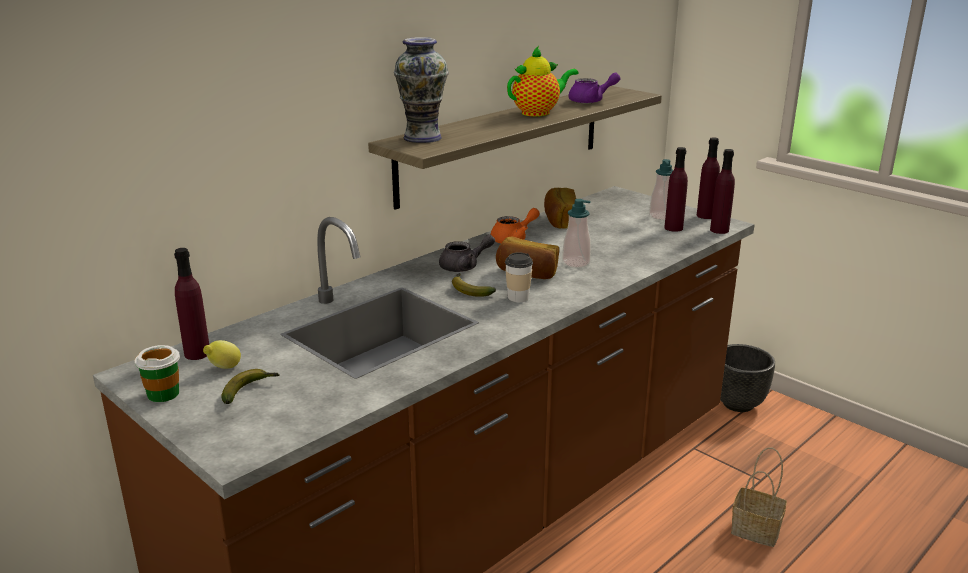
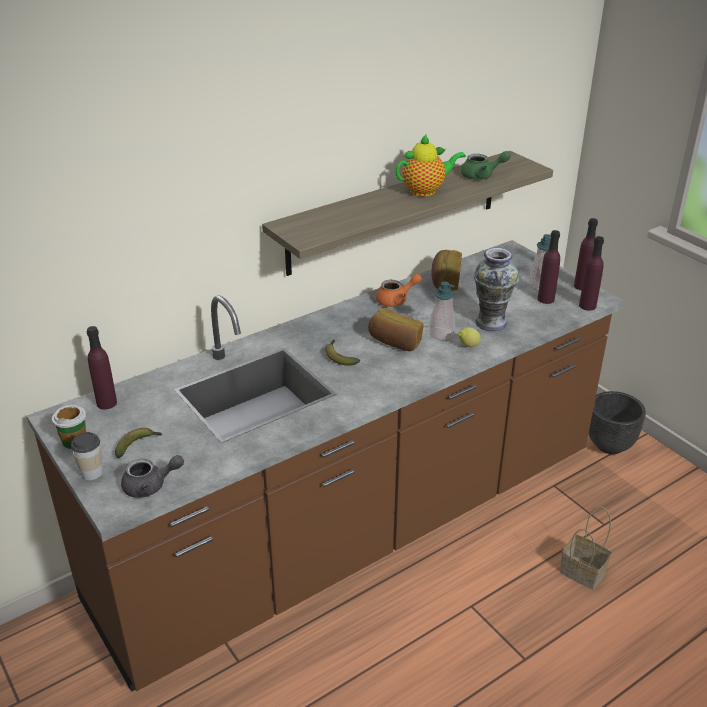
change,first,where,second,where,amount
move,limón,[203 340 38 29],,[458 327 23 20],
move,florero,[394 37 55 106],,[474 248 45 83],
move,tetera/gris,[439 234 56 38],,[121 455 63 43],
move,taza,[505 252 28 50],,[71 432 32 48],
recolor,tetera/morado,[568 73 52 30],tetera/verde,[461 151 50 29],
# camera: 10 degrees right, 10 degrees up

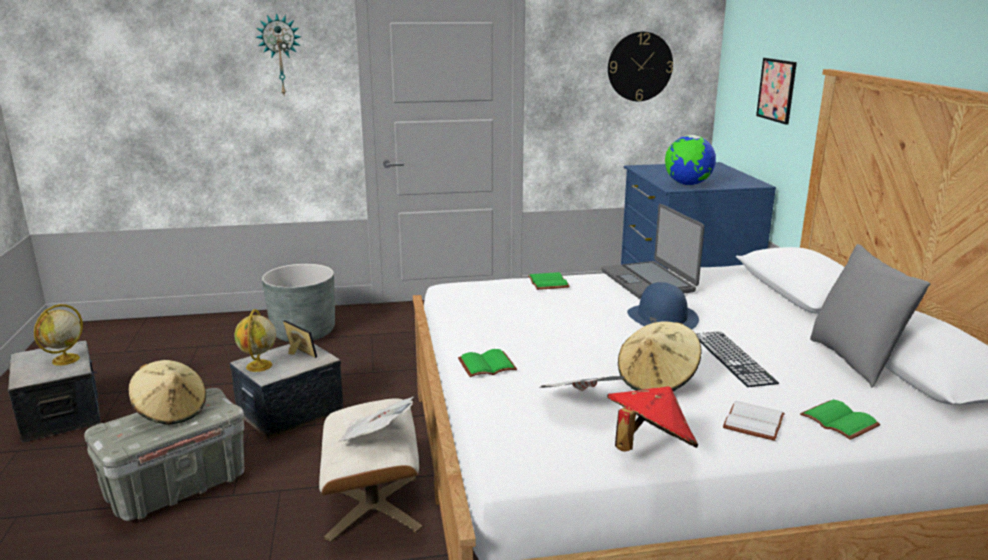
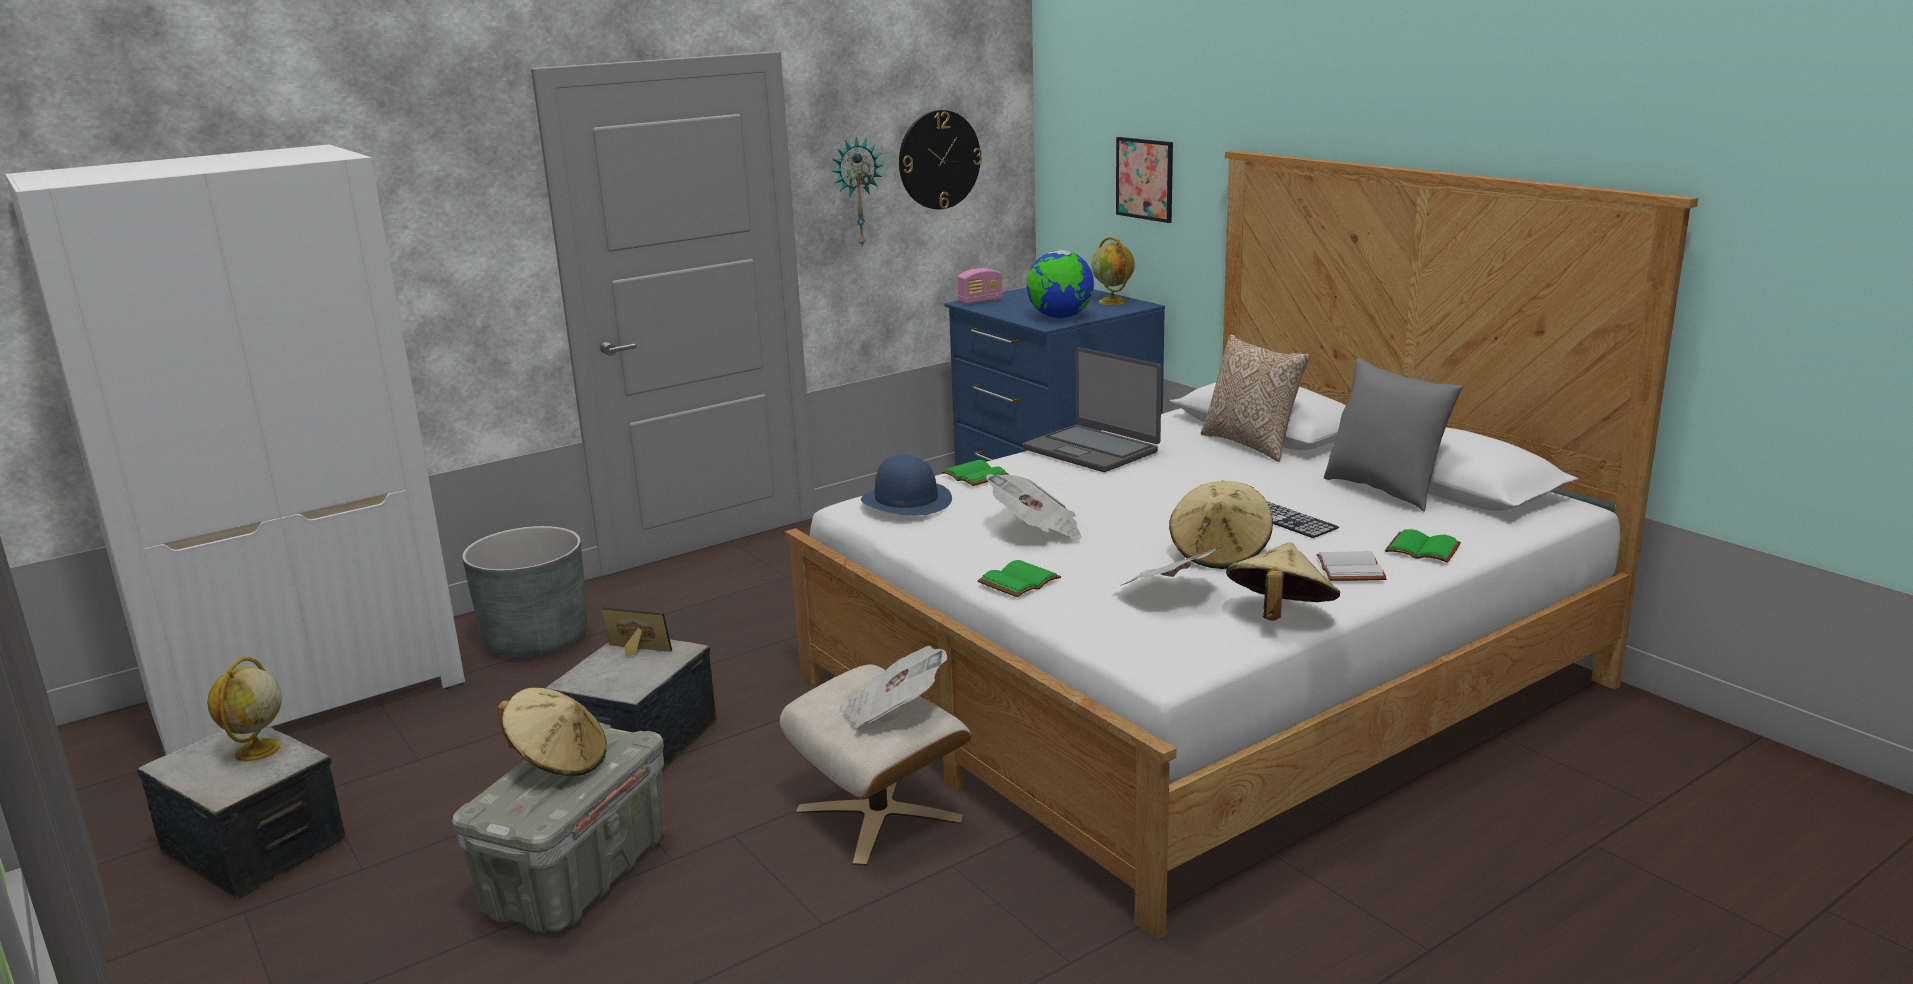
change,first,where,second,where,amount
insert,,,armario ropero/blanco,[5 145 460 610],
insert,,,radio,[957 268 46 37],
insert,,,periódico,[986 474 95 65],
insert,,,cojín,[1201 334 110 128],
move,globo terráqueo,[234 309 42 63],,[1091 237 44 68],
move,reloj de pared,[256 13 45 82],,[831 137 52 111],
move,sombrero/azul,[627 282 72 47],,[861 455 91 61],
recolor,sombrero/rojo,[607 387 91 65],sombrero/beis,[1226 542 114 79],
# camera: 25 degrees left, 0 degrees up

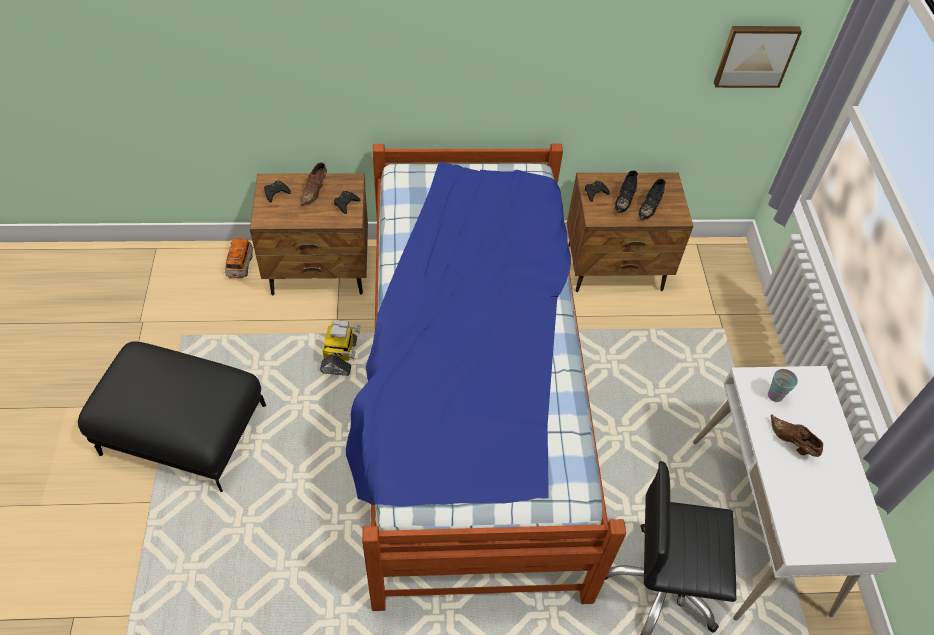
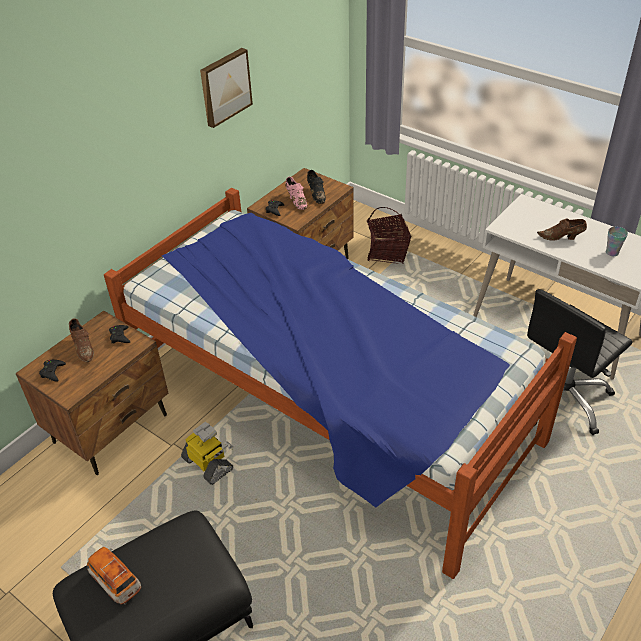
change,first,where,second,where,amount
insert,,,cesta,[367 207 44 57],
move,coche de juguete,[225 238 28 40],,[87 547 54 57],
move,cuadro,[714 26 88 62],,[200 48 53 80],
move,taza,[768 369 30 33],,[606 227 22 29],
recolor,zapato/negro,[615 171 23 42],zapato/rosa,[285 177 22 33],
# camera: 45 degrees left, 10 degrees down

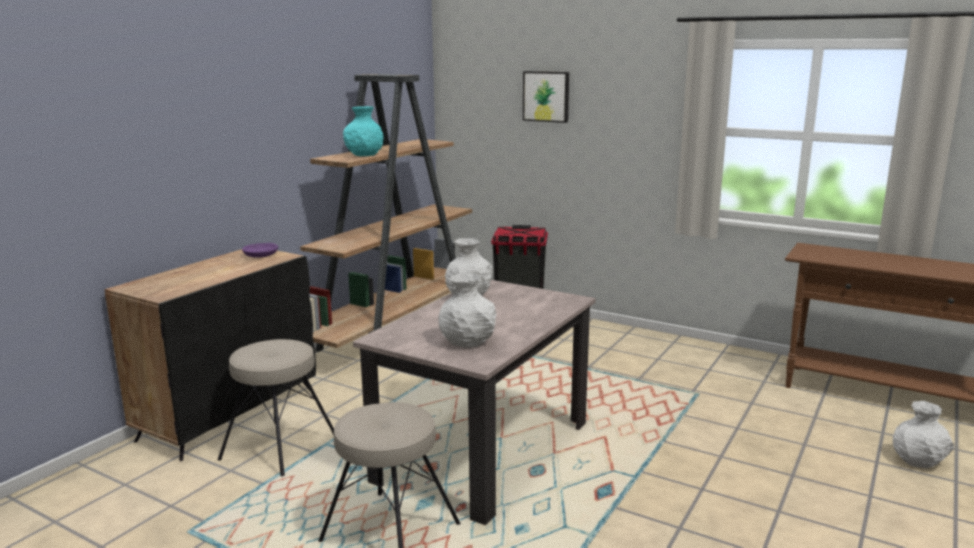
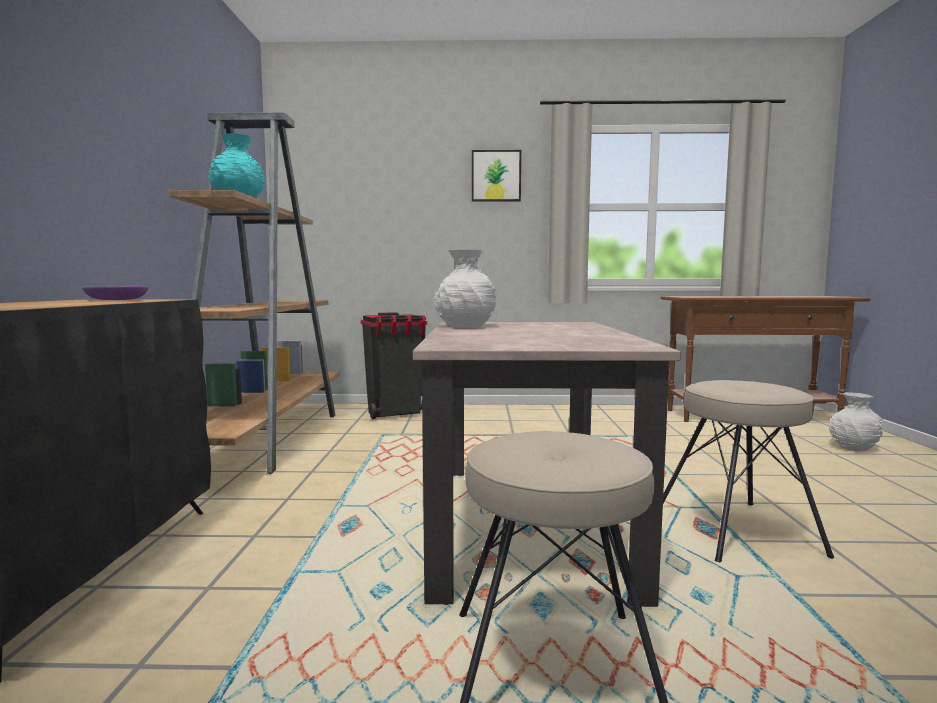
change,first,where,second,where,amount
delete,florero/blanco,[438 273 58 75],,,
move,taburete/beis,[218 339 116 137],,[663 380 171 182],
move,cuadro,[523 71 46 52],,[472 150 49 52],
# camera: 30 degrees left, 10 degrees down

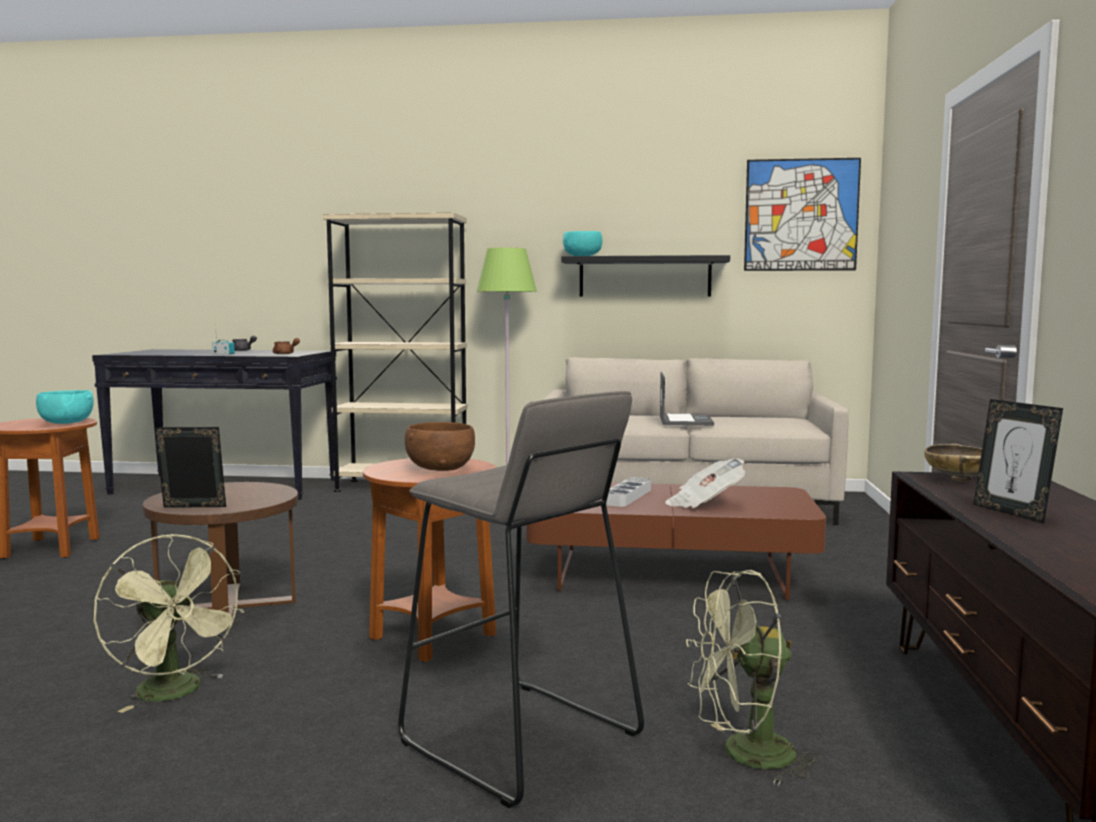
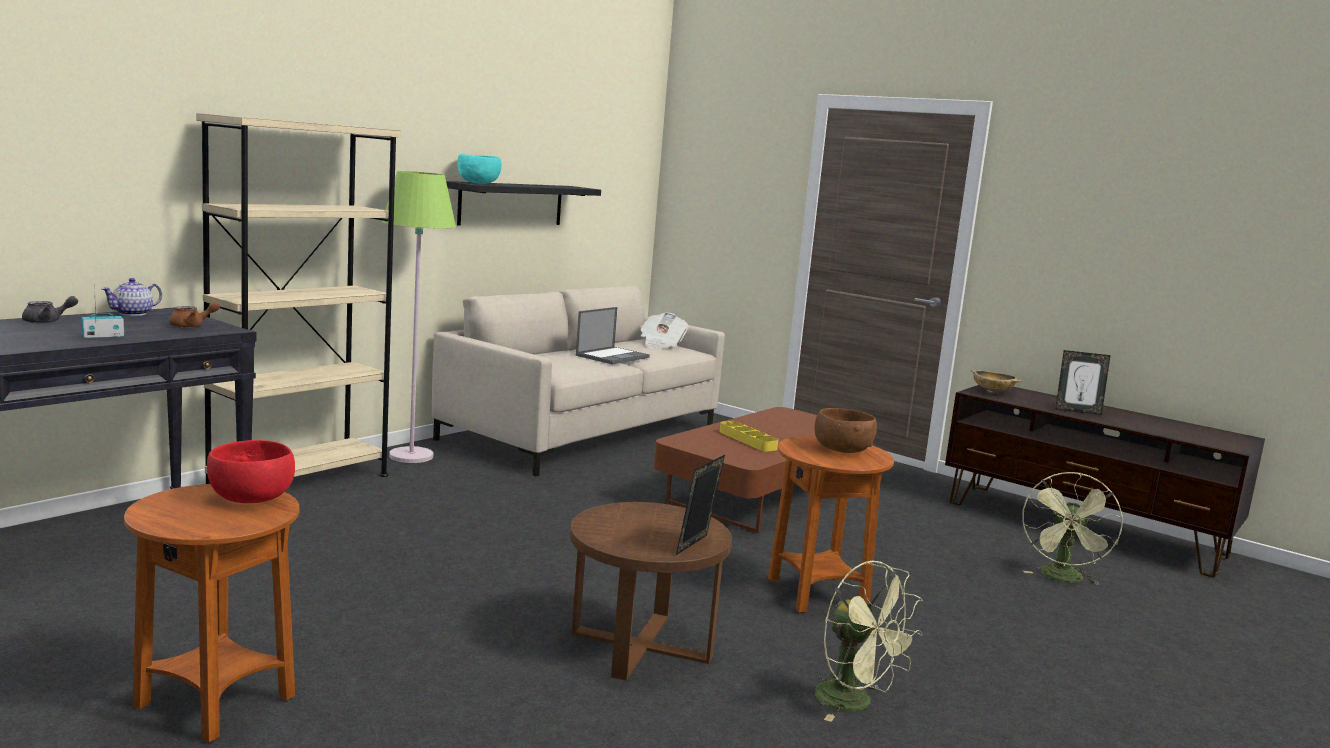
change,first,where,second,where,amount
delete,taburete/gris,[398 391 246 417],,,
delete,cuadro,[744 158 117 113],,,
insert,,,tetera,[102 278 60 38],
move,periódico,[665 458 80 50],,[640 313 49 35],
recolor,cuenco/turquesa,[36 390 58 34],cuenco/rojo,[207 440 88 63],
recolor,bandeja/gris,[606 477 45 30],bandeja/amarillo,[720 421 58 30],
rotate,ventilador/verde,[94 534 150 179],,[815 561 108 161],60 degrees clockwise
rotate,portátil,[660 372 54 54],,[576 307 74 58],90 degrees clockwise
# camera: 60 degrees left, 5 degrees up

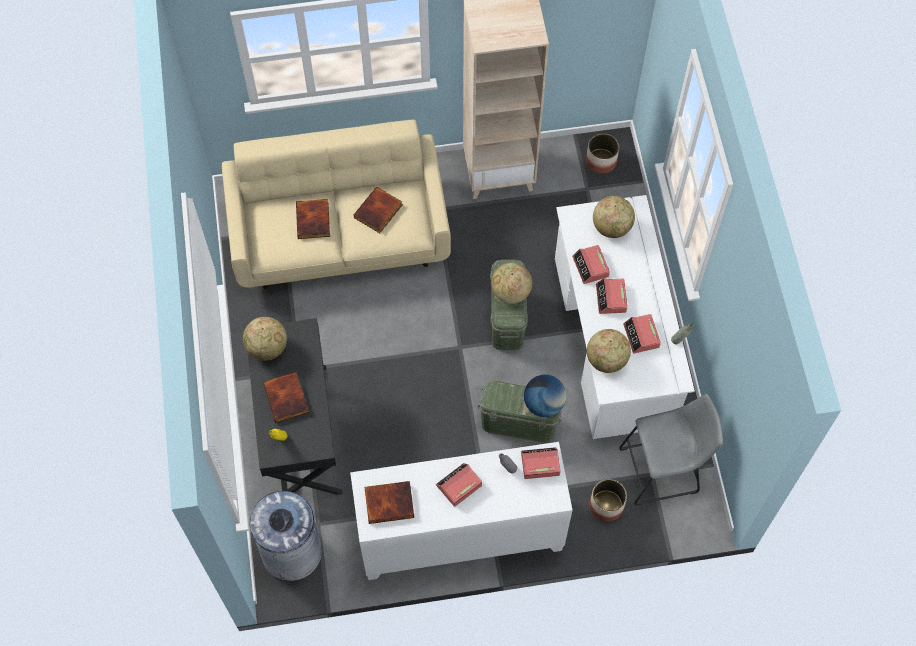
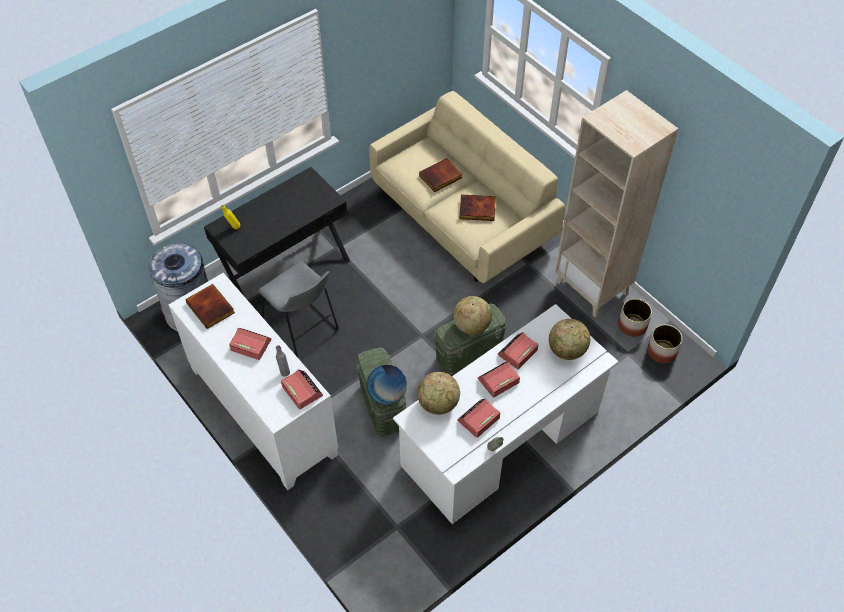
change,first,where,second,where,amount
delete,globo terráqueo,[243 317 44 44],,,
delete,libro,[263 372 46 51],,,
move,maceta,[590 479 37 42],,[618 299 34 38],
move,taburete/gris,[619 394 104 112],,[258 262 80 95],
# camera: 60 degrees right, 10 degrees down

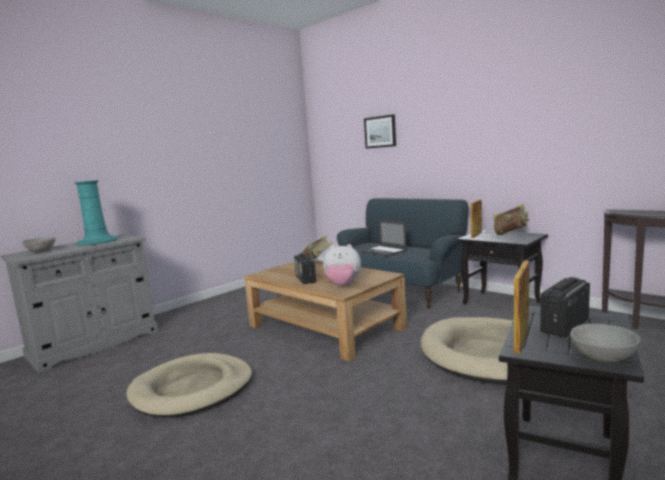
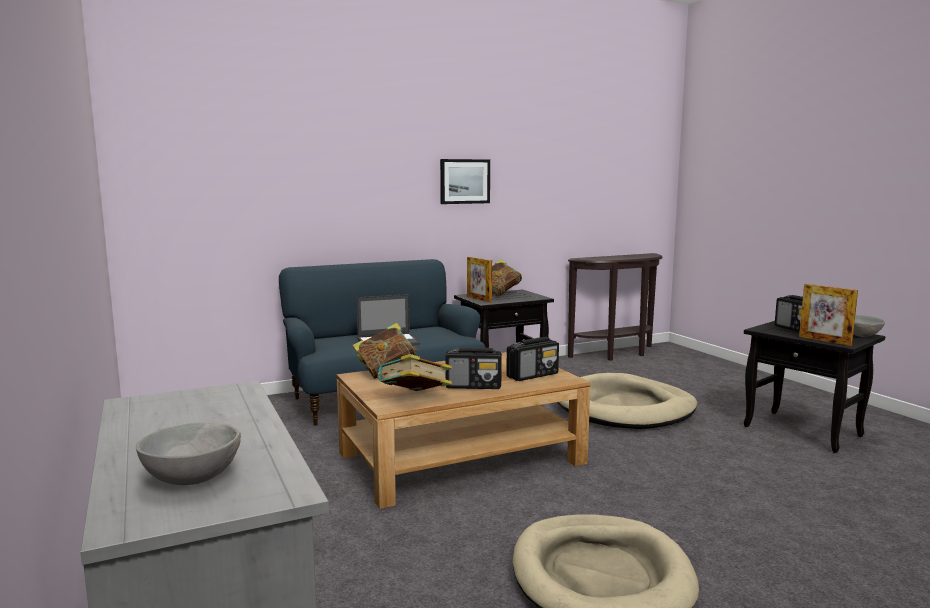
change,first,where,second,where,amount
delete,florero/turquesa,[74 180 44 66],,,
insert,,,libro,[377 354 75 37],
move,cuadro,[364 114 32 35],,[440 159 50 45],
replace,peluche,[323 244 38 41],radio,[506 337 53 44],
# camera: 70 degrees left, 0 degrees up

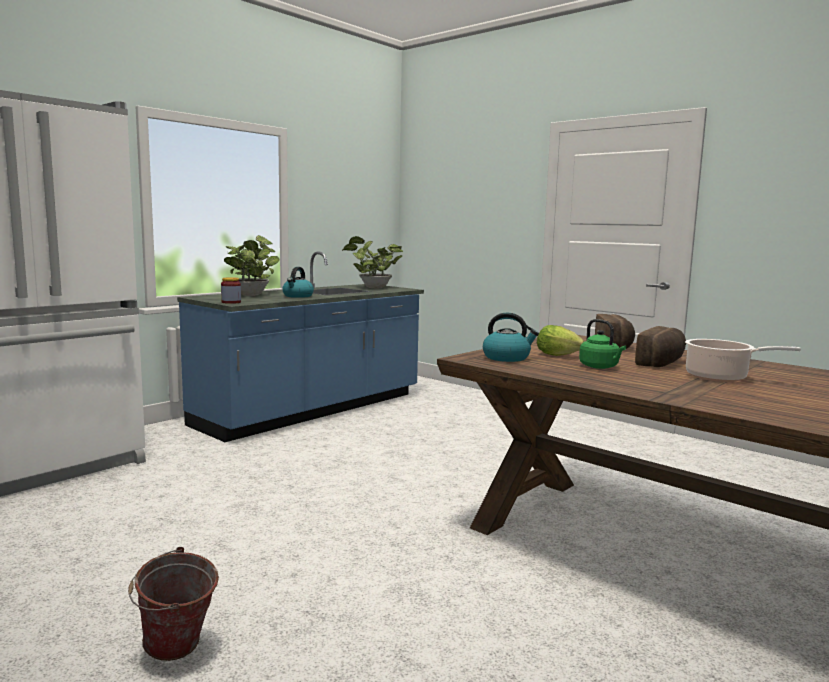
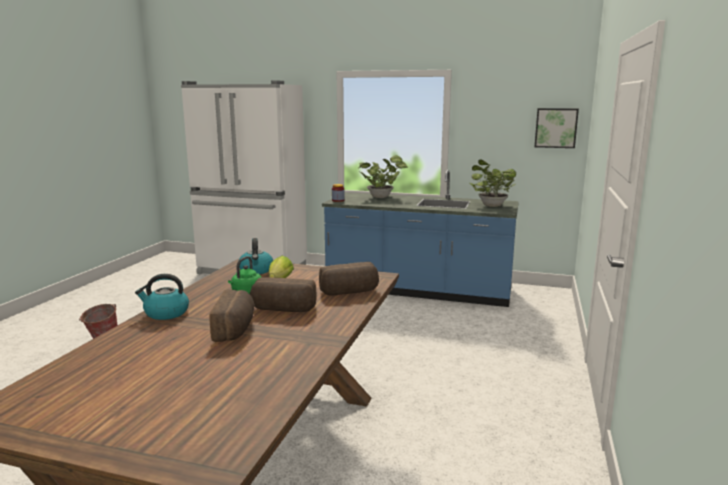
change,first,where,second,where,amount
insert,,,cuadro,[535 108 44 40],
move,hervidor,[282 267 32 31],,[135 274 54 46],
replace,olla,[685 339 116 43],pan,[209 290 46 52],
# camera: 65 degrees right, 5 degrees up

